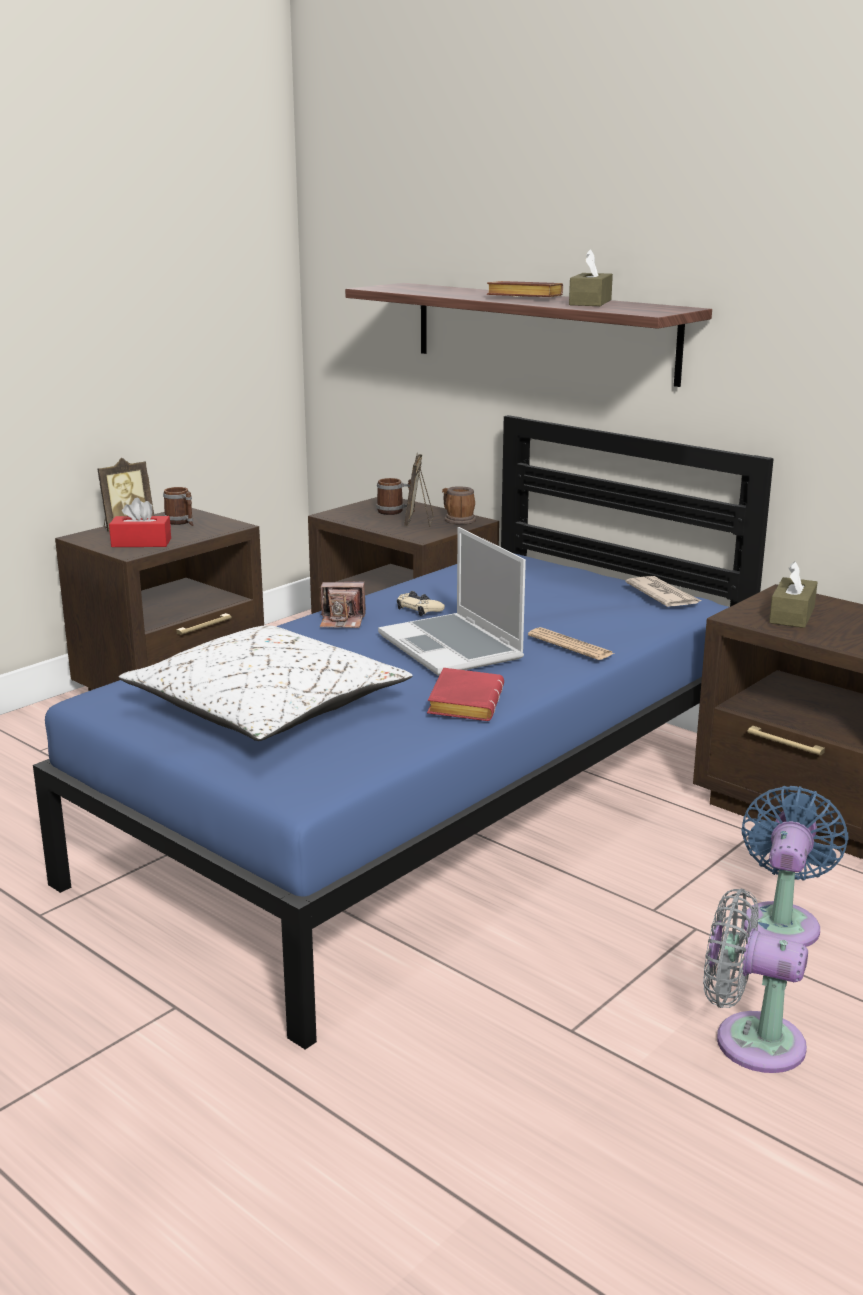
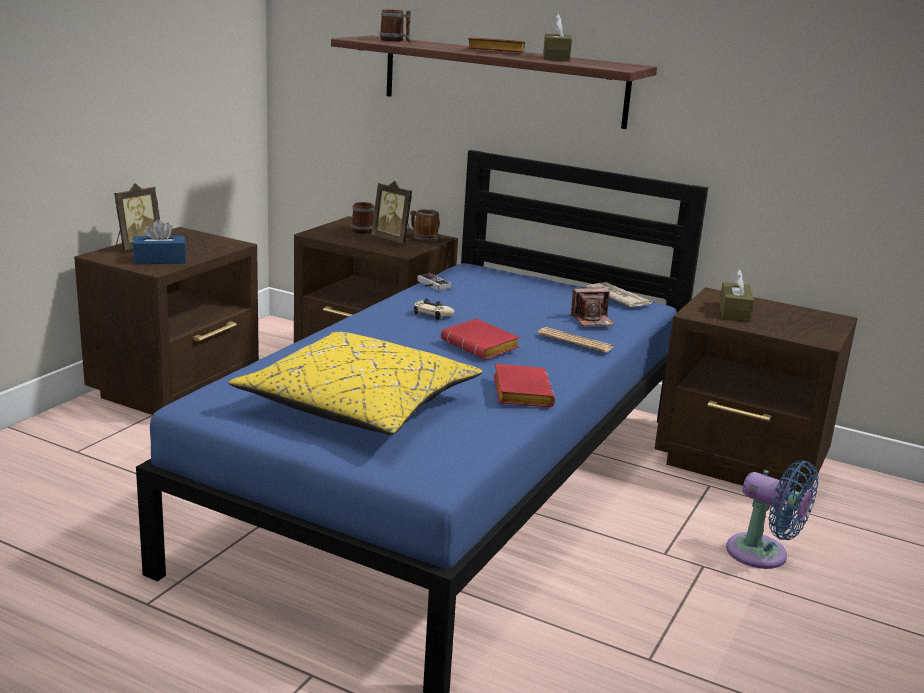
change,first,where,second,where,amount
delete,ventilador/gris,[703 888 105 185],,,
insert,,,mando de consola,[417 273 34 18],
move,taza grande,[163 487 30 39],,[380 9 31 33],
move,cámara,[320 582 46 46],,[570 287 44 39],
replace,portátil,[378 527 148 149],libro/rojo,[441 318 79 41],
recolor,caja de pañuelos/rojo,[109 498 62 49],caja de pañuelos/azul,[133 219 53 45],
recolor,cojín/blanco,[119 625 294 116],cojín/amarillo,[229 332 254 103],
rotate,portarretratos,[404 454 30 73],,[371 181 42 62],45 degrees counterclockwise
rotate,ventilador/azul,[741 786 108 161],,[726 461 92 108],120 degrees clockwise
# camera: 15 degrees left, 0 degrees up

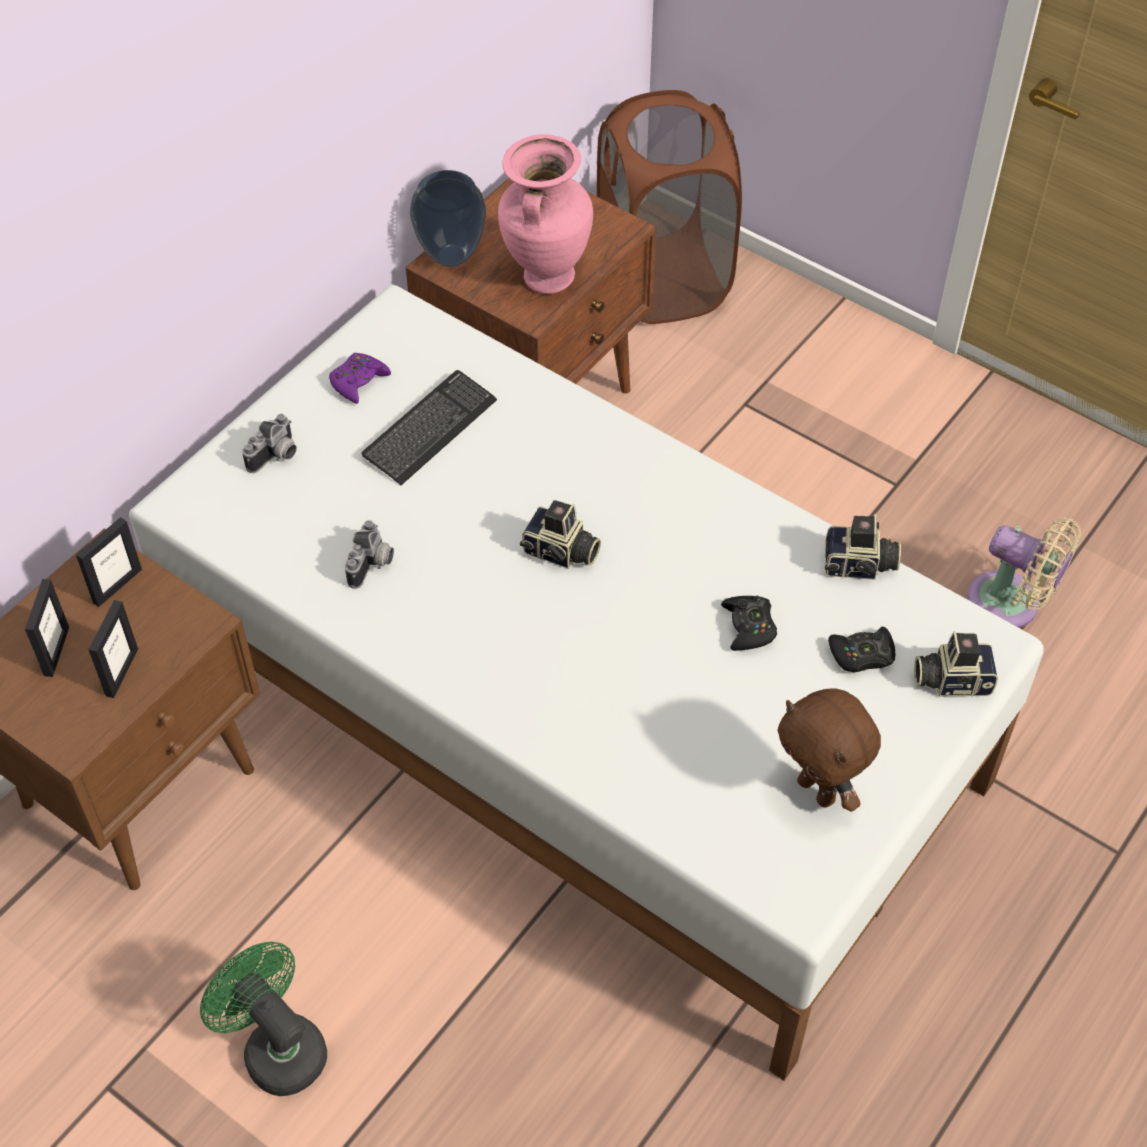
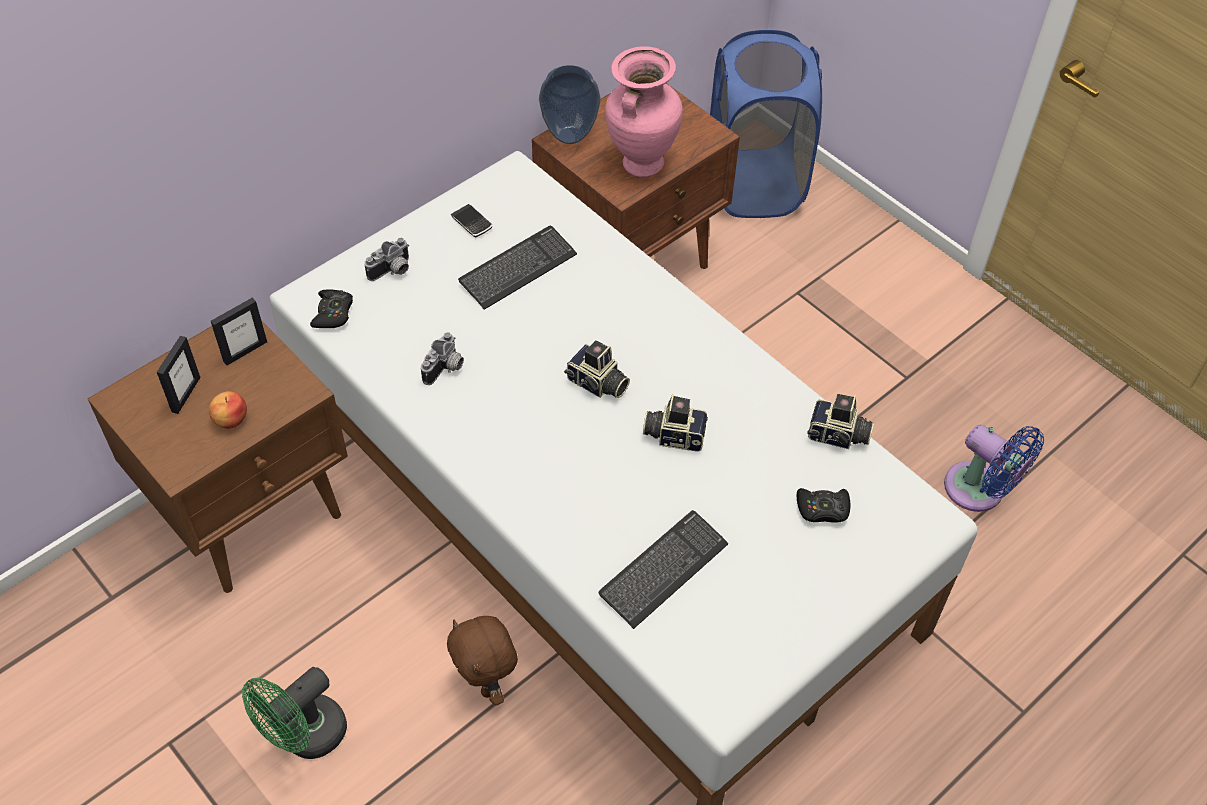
change,first,where,second,where,amount
insert,,,teclado,[598 510 130 119],
move,mando de consola/negro,[721 596 56 55],,[310 289 43 39],
move,peluche/marrón,[777 688 104 124],,[447 616 71 89],
move,cámara,[914 631 84 65],,[643 394 65 58],
replace,portarretratos,[88 600 50 98],manzana,[209 391 38 38],
replace,mando de consola/morado,[329 353 62 51],móvil,[451 204 41 33],
recolor,cesto de la ropa/marrón,[597 90 145 234],cesto de la ropa/azul,[710 30 112 188],
recolor,ventilador/beis,[968 517 113 111],ventilador/azul,[944 425 100 87],
rotate,ventilador/verde,[200 942 127 154],,[242 667 105 92],105 degrees counterclockwise
# camera: 10 degrees right, 0 degrees up

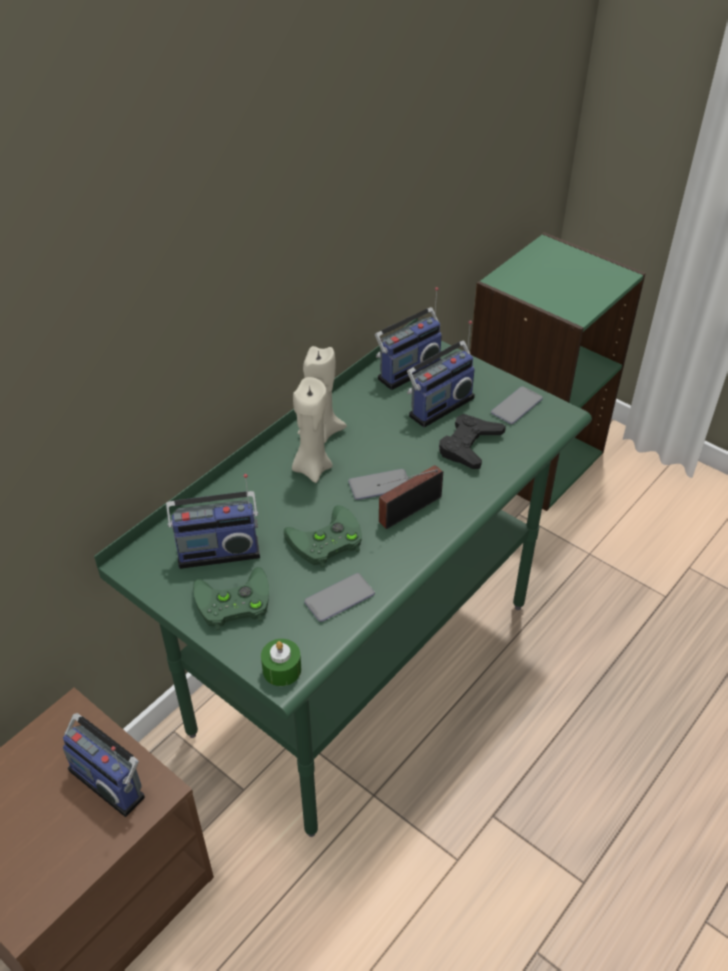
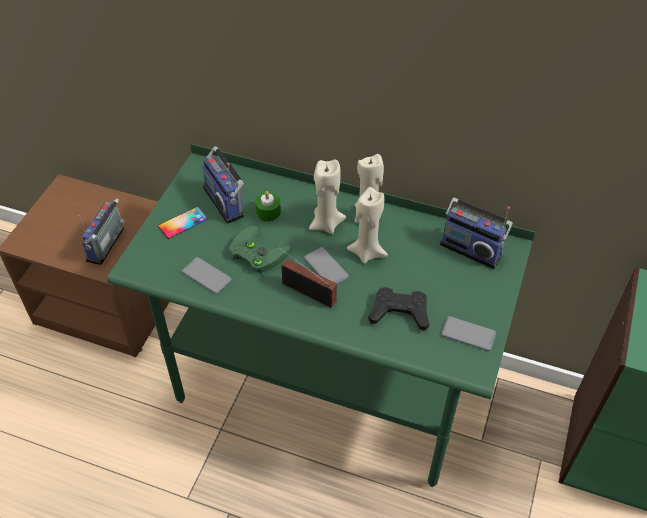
change,first,where,second,where,amount
delete,radio,[407 321 68 107],,,
insert,,,vela/beis,[347 187 41 77],
move,vela/verde,[261 639 40 47],,[255 191 26 31],
replace,mando de consola/verde,[193 567 76 63],móvil,[158 206 50 33],
# camera: 70 degrees right, 5 degrees up

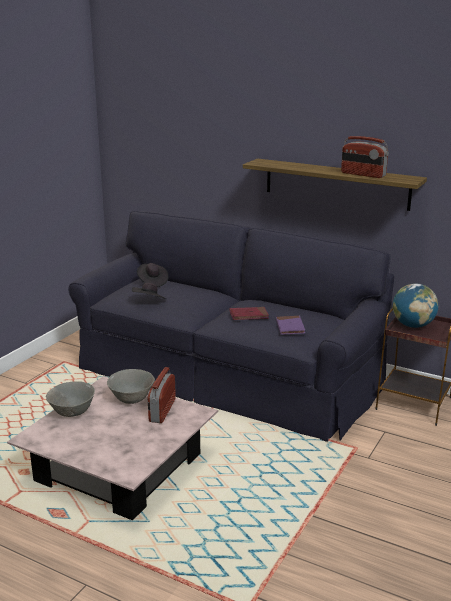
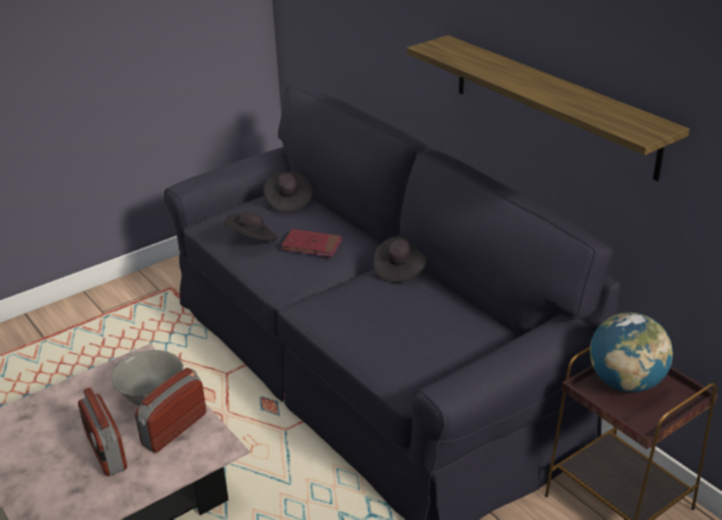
change,first,where,second,where,amount
delete,cuenco/gris,[46 381 49 36],,,
delete,libro/morado,[276 316 29 19],,,
insert,,,sombrero/negro,[373 235 55 48],
move,libro/rojo,[229 307 40 13],,[281 229 61 28],
move,radio,[341 136 48 42],,[78 387 49 89],
# camera: 25 degrees right, 10 degrees up

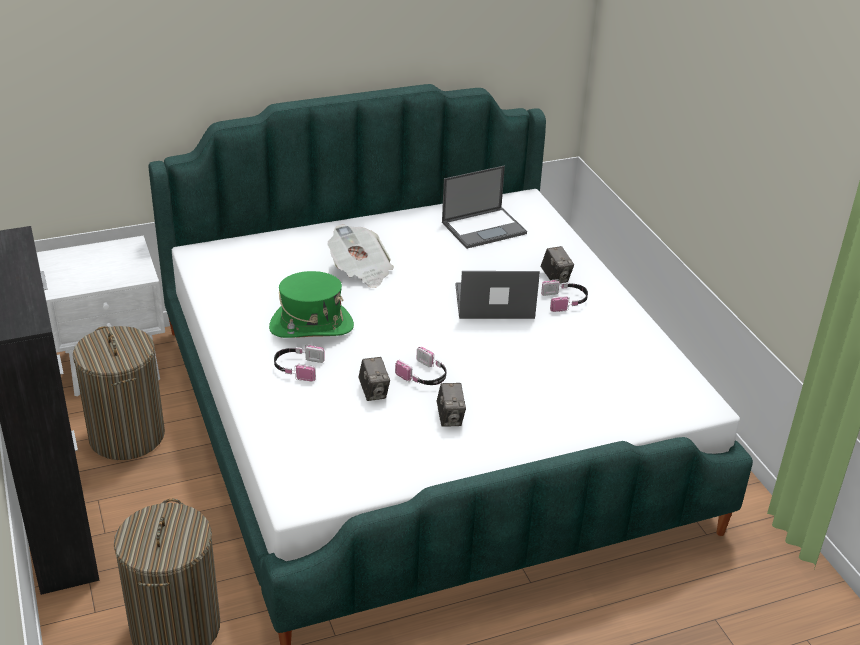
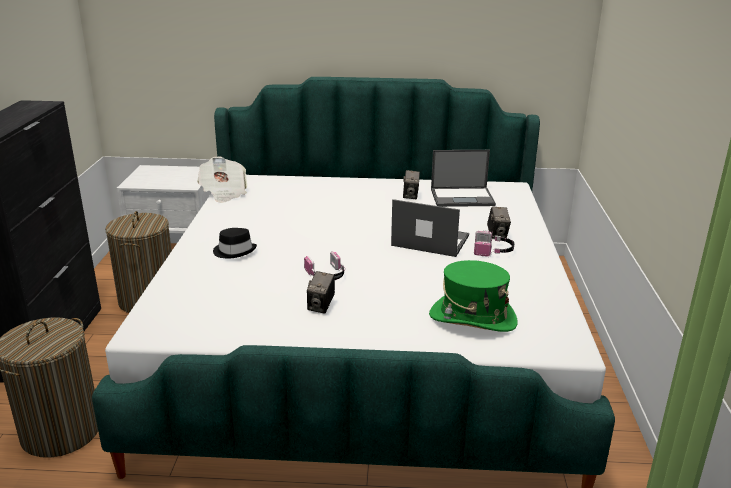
change,first,where,second,where,amount
move,sombrero/verde,[269 271 85 67],,[429 260 89 72],
move,periódico,[327 224 67 64],,[197 157 50 46],
move,cámara,[358 357 32 44],,[403 170 17 29],
replace,auriculares,[274 344 51 38],sombrero/negro,[213 228 44 31],
# camera: 25 degrees right, 10 degrees down

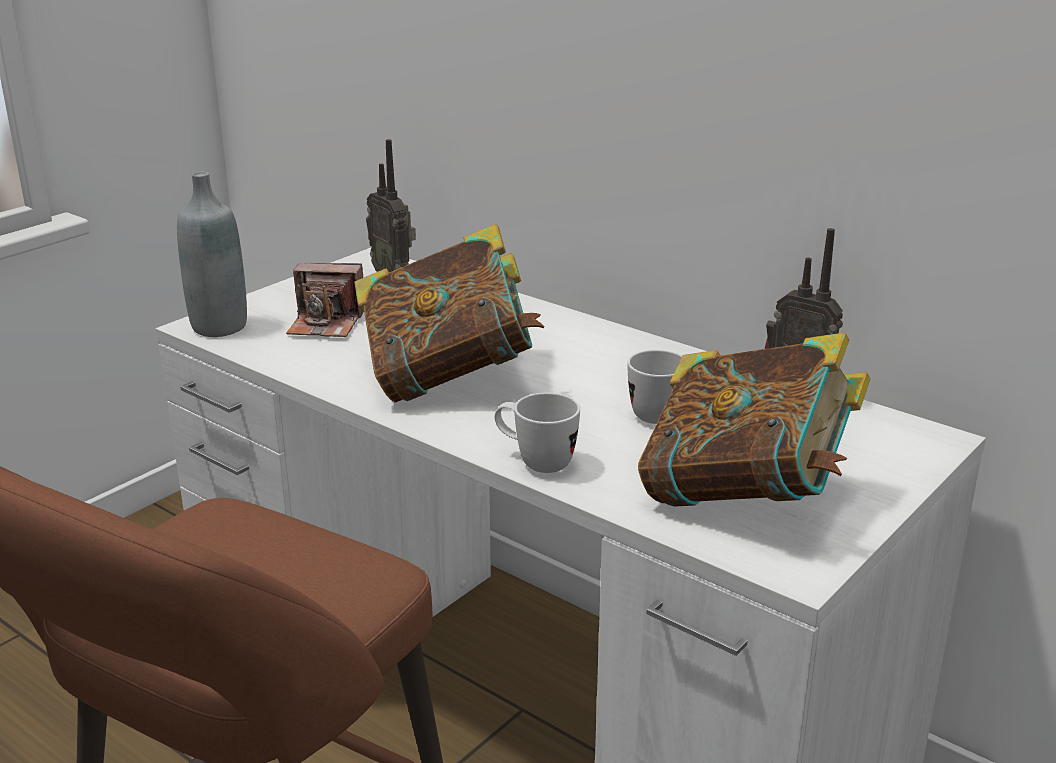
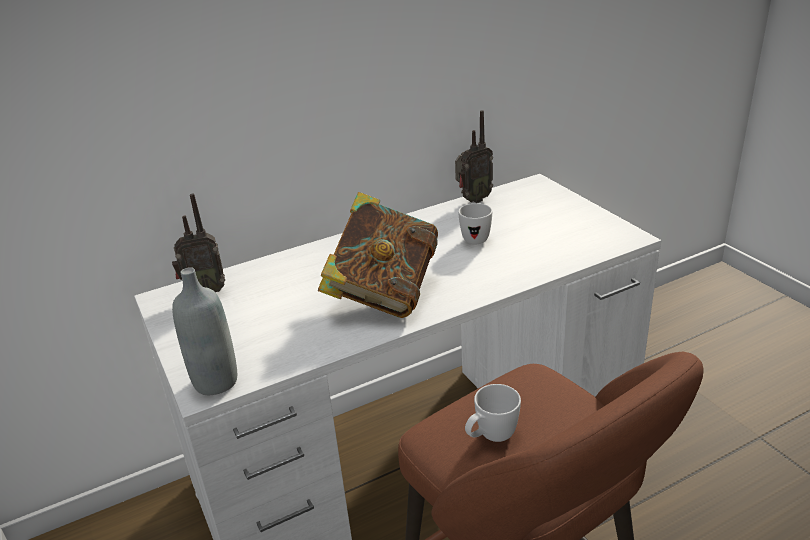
change,first,where,second,where,amount
delete,cámara,[286 263 78 74],,,
delete,libro,[638 333 232 174],,,
move,taza grande/blanco,[495 392 85 81],,[465 384 56 58],
# camera: 65 degrees left, 5 degrees up

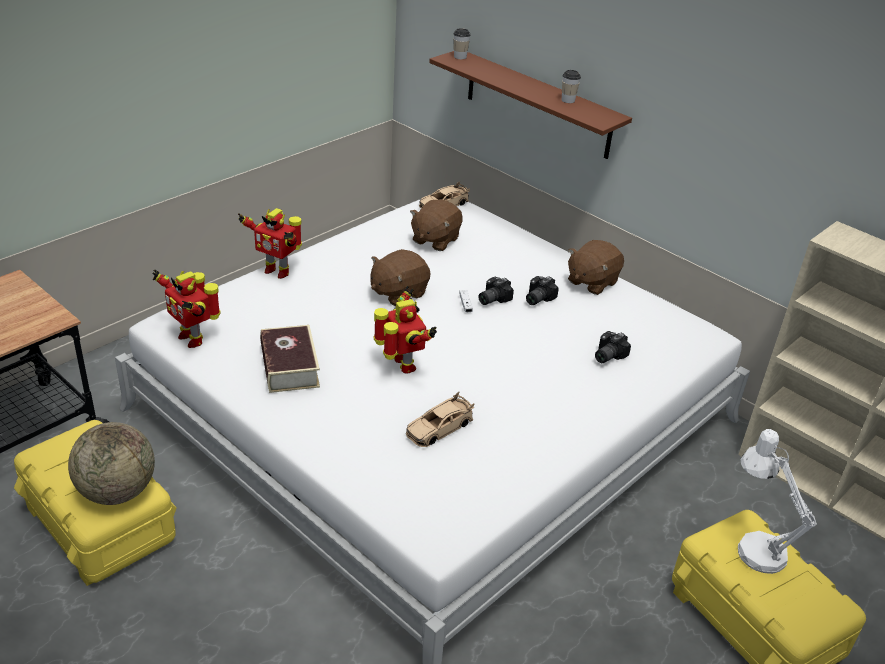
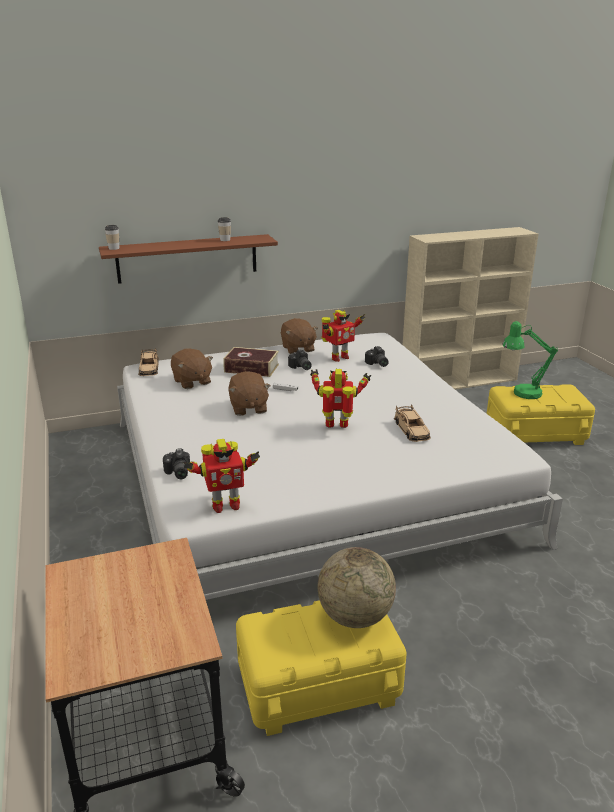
change,first,where,second,where,amount
move,robot de juguete,[238 208 64 71],,[321 310 44 52],
move,libro,[260 325 60 68],,[223 347 56 30],
move,cámara,[479 276 35 29],,[163 448 27 31],
recolor,lámpara de mesa/blanco,[738 429 79 145],lámpara de mesa/verde,[502 321 56 78],
# camera: 60 degrees left, 10 degrees down

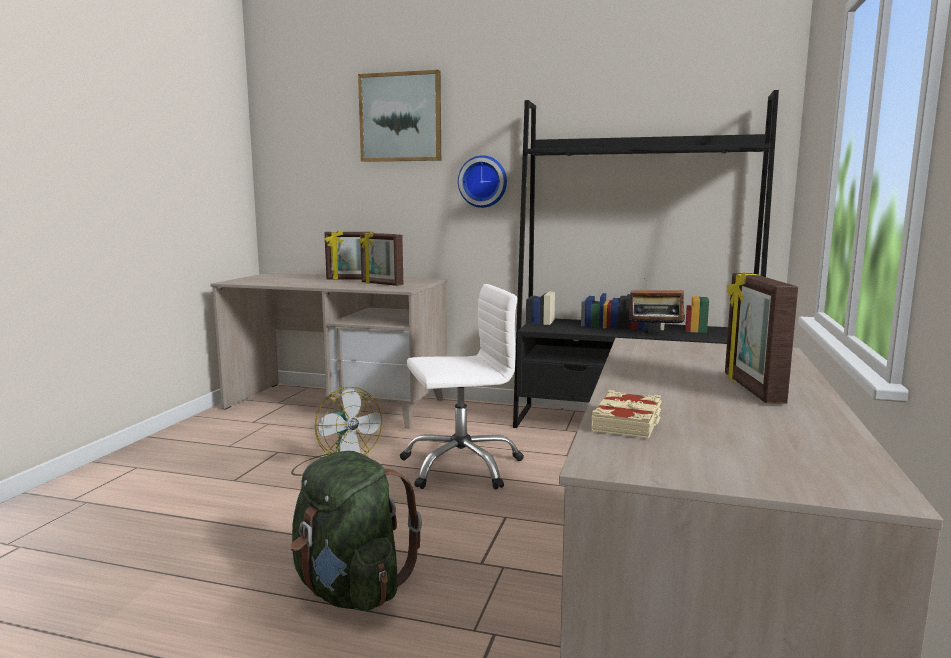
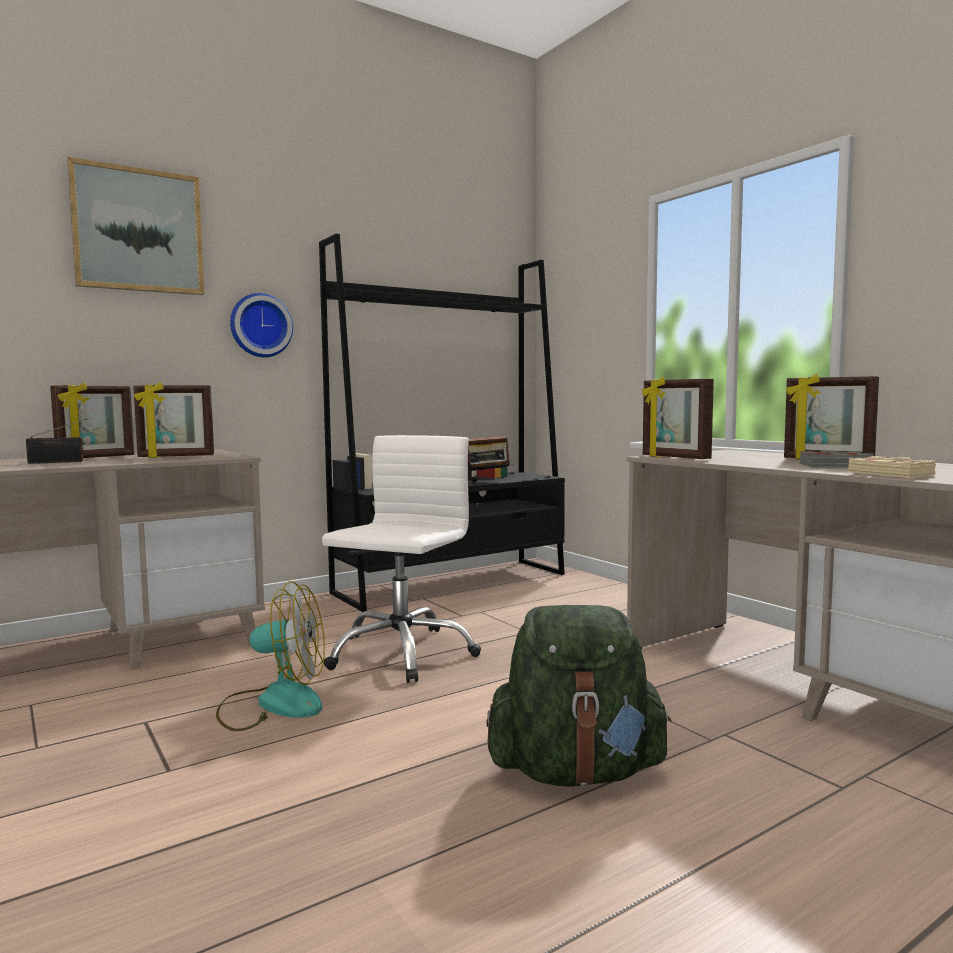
change,first,where,second,where,amount
insert,,,radio,[26 419 61 45],
insert,,,portarretratos,[642 376 72 83],
insert,,,libro/gris,[800 450 74 17],
# camera: 50 degrees left, 5 degrees down

